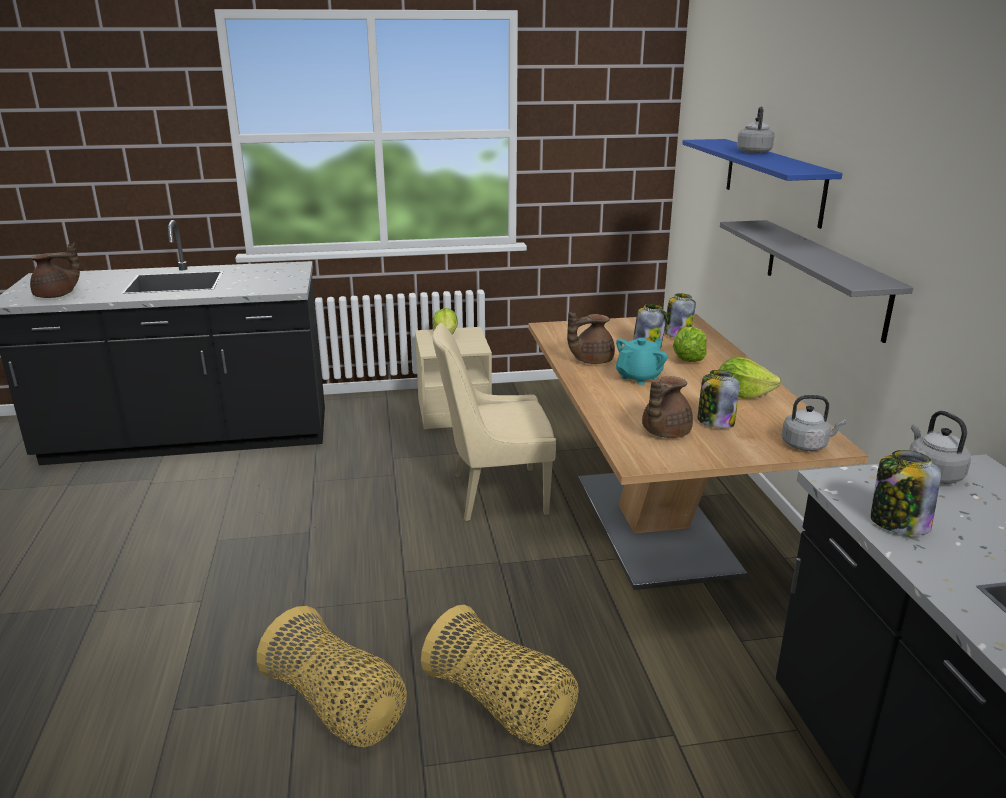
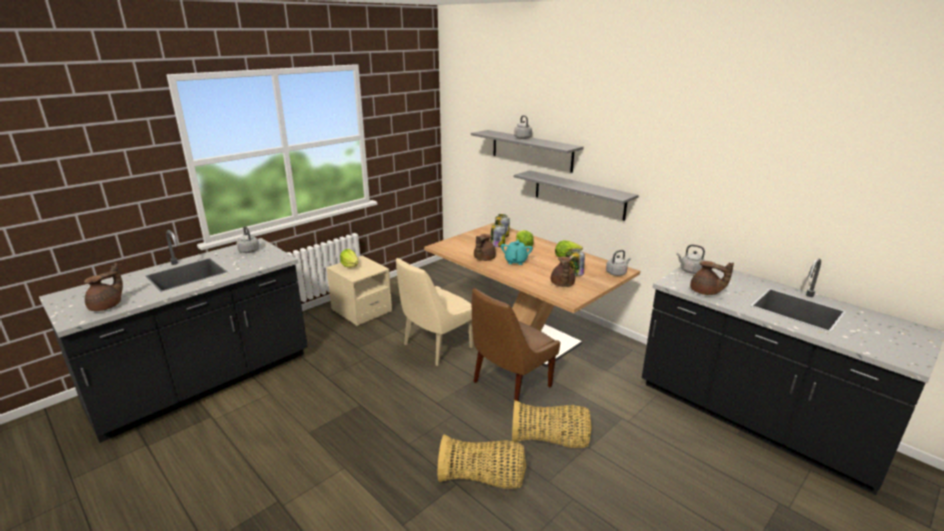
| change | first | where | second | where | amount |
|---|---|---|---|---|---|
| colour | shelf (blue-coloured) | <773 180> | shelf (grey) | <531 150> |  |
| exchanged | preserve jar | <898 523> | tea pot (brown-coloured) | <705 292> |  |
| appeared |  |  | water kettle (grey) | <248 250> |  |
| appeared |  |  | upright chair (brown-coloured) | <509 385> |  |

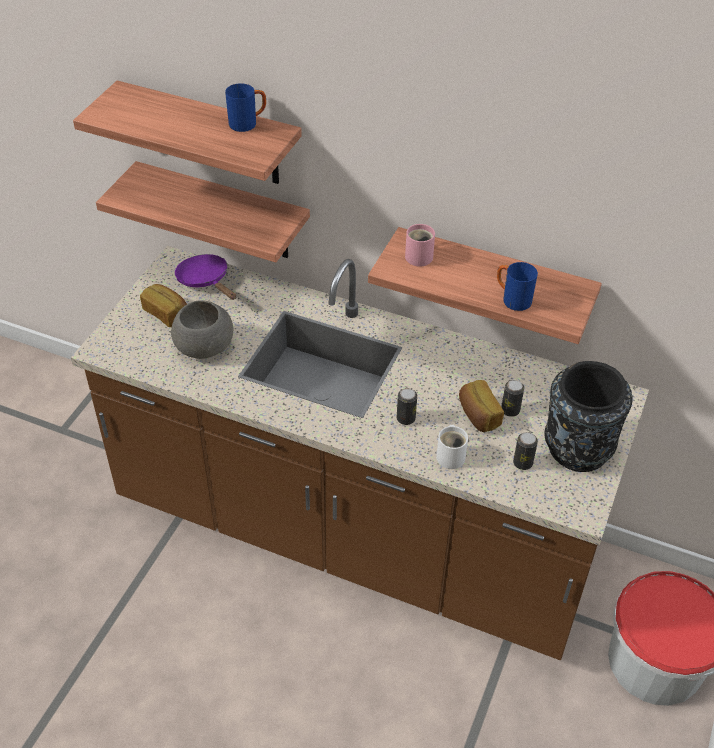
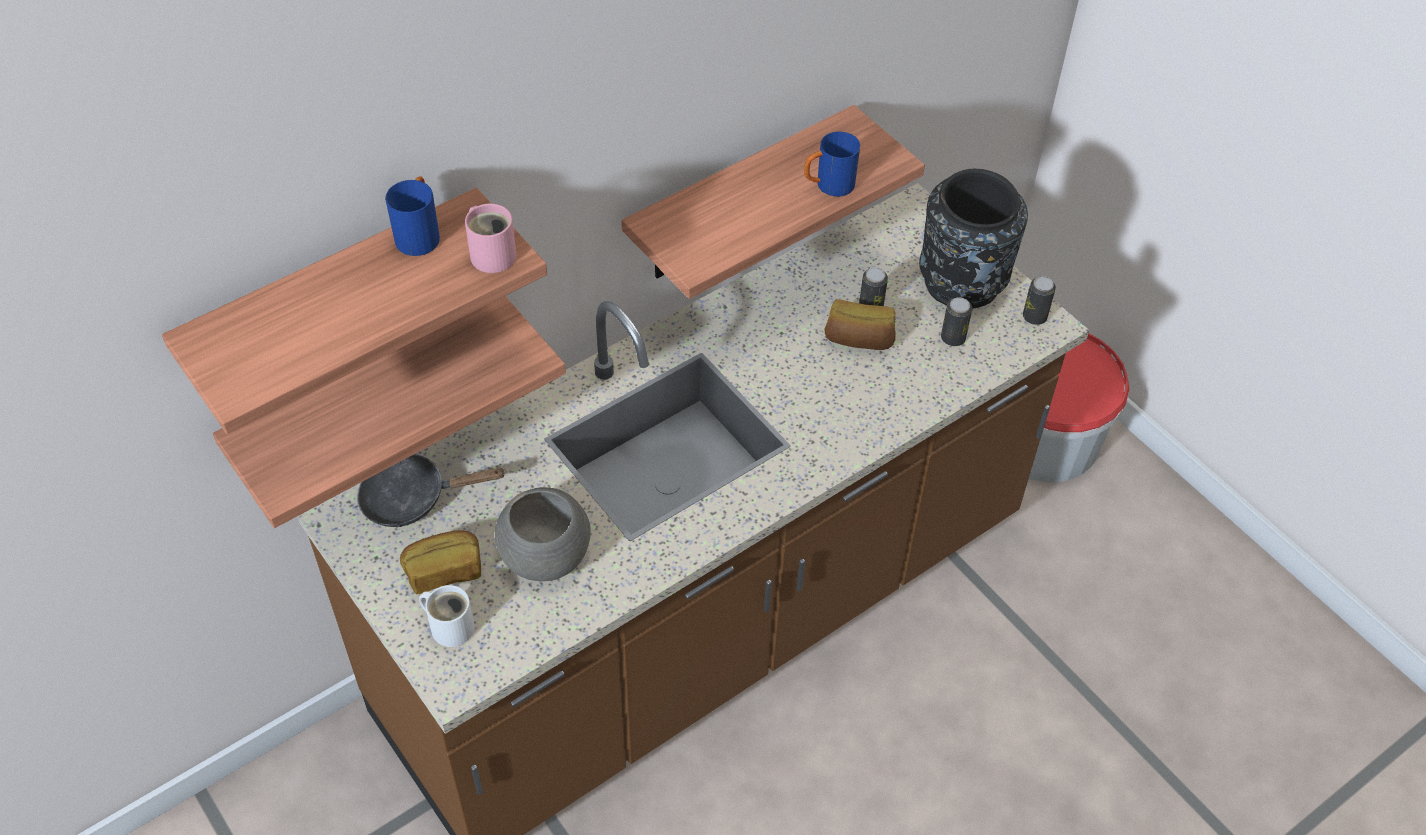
| change | first | where | second | where | amount |
|---|---|---|---|---|---|
| colour | skillet (purple-coloured) | <205 281> | skillet (black-coloured) | <413 498> |  |
| relocated | metal can | <405 418> |  | <1034 317> |  |
| relocated | tea mug (pink) | <421 256> |  | <492 253> |  |
| relocated | tea mug (white-coloured) | <451 455> |  | <450 625> |  |

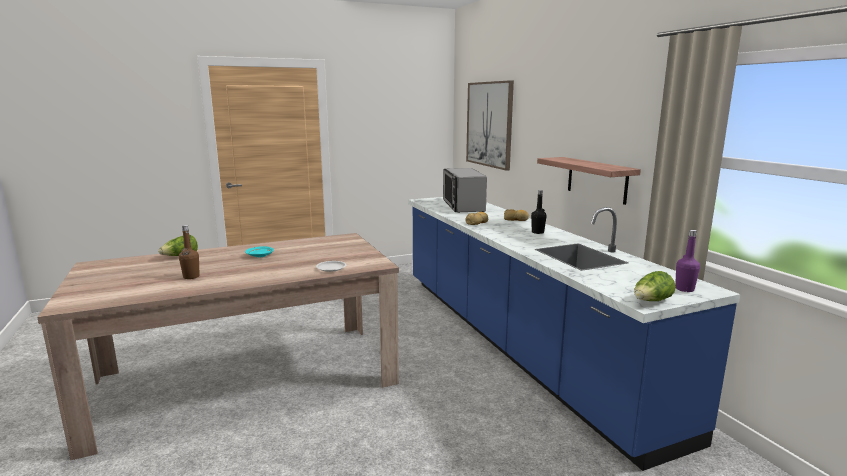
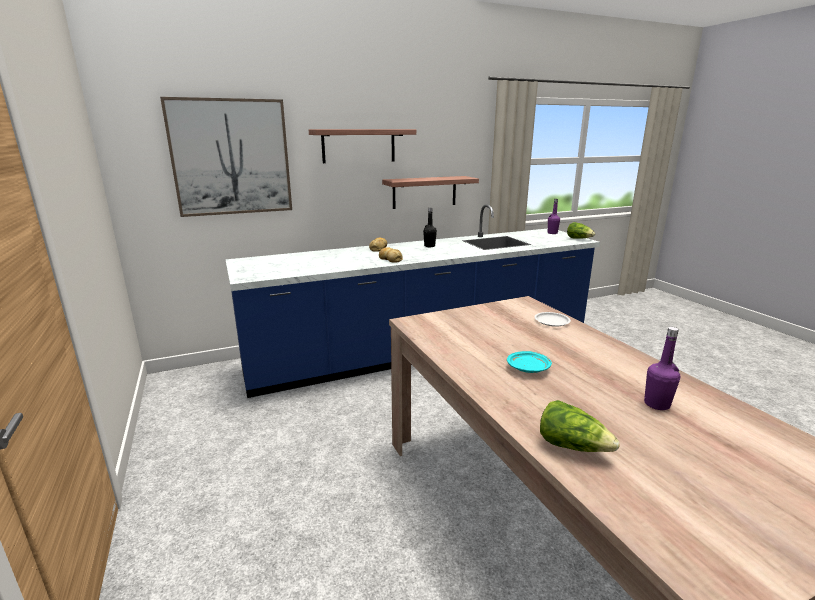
| change | first | where | second | where | amount |
|---|---|---|---|---|---|
| colour | beverage bottle (brown-coloured) | <191 277> | beverage bottle (purple-coloured) | <656 404> |  |
| missing | kitchen microwave | <463 206> |  |  |  |
| appeared |  |  | shelf | <358 146> |  |

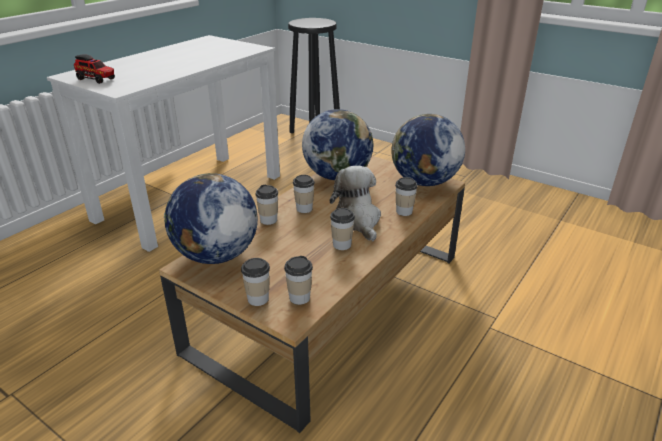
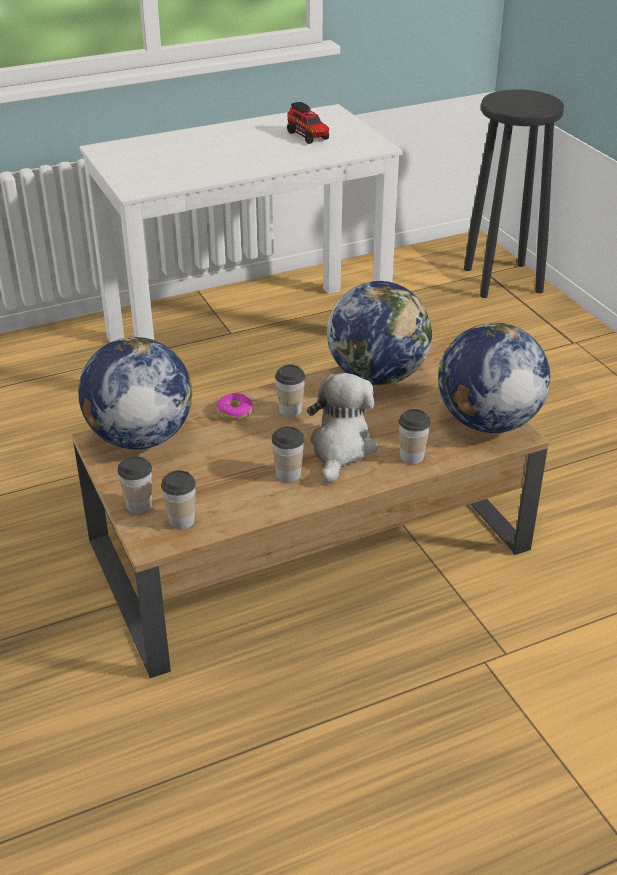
| change | first | where | second | where | amount |
|---|---|---|---|---|---|
| relocated | toy lorry | <97 79> |  | <308 136> |  |
| exchanged | small cup | <268 220> | donut | <234 412> |  |

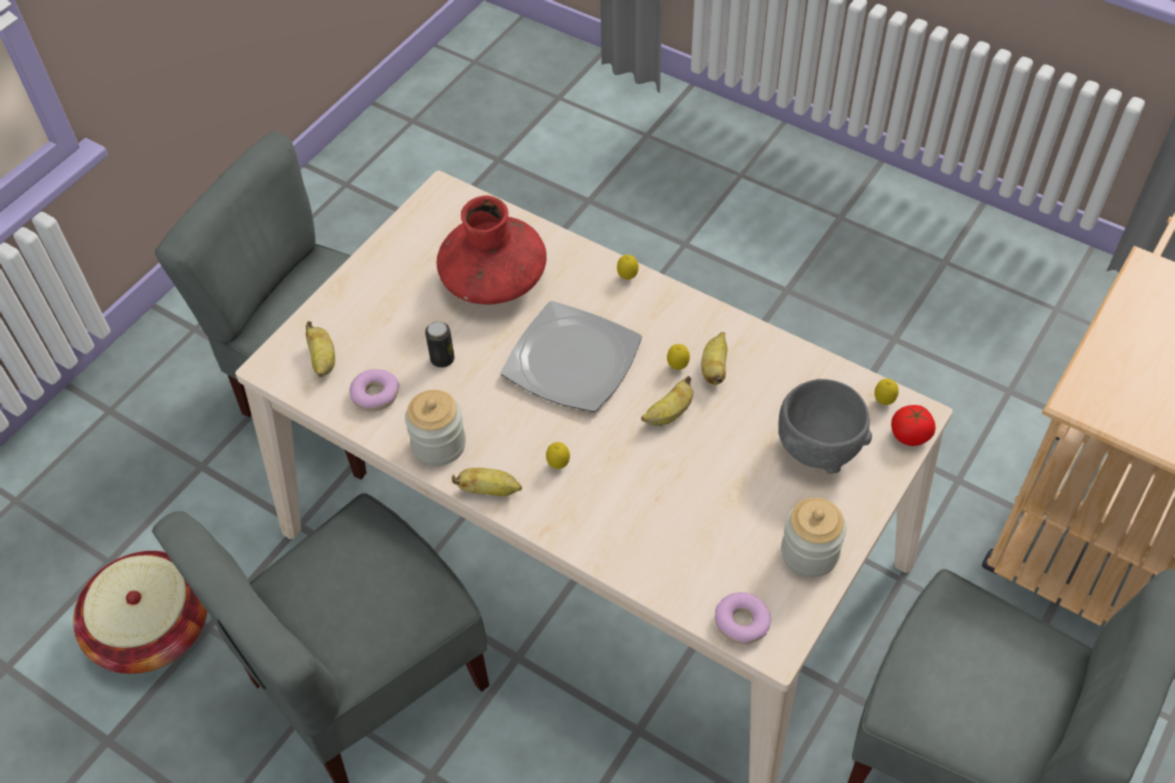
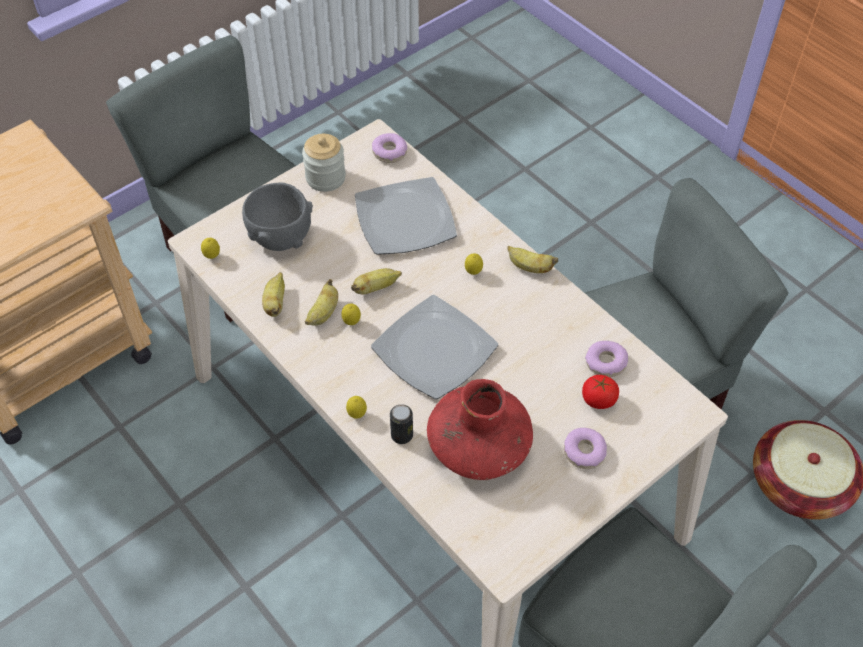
| change | first | where | second | where | amount |
|---|---|---|---|---|---|
| relocated | whole banana | <323 361> |  | <275 303> |  |
| missing | preserve jar | <439 444> |  |  |  |
| relocated | metal can | <442 359> |  | <402 435> |  |
| relocated | whole tomato | <909 435> |  | <598 400> |  |
| appeared |  |  | dinner plate | <406 220> |  |
| appeared |  |  | donut | <584 452> |  |

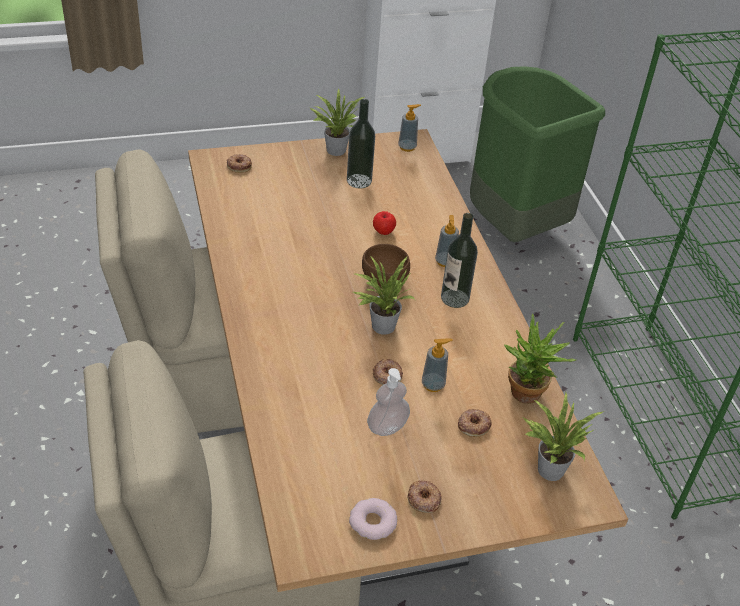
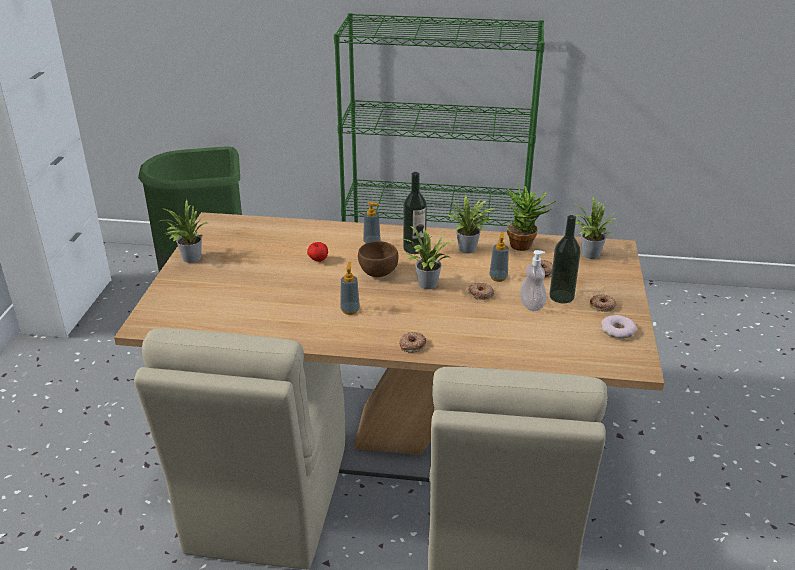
| change | first | where | second | where | amount |
|---|---|---|---|---|---|
| relocated | donut | <239 165> |  | <412 345> |  |
| relocated | beverage bottle | <359 181> |  | <561 296> |  |
| relocated | soap dispenser | <407 147> |  | <350 310> |  |
| appeared |  |  | plant in a pot | <469 249> |  |

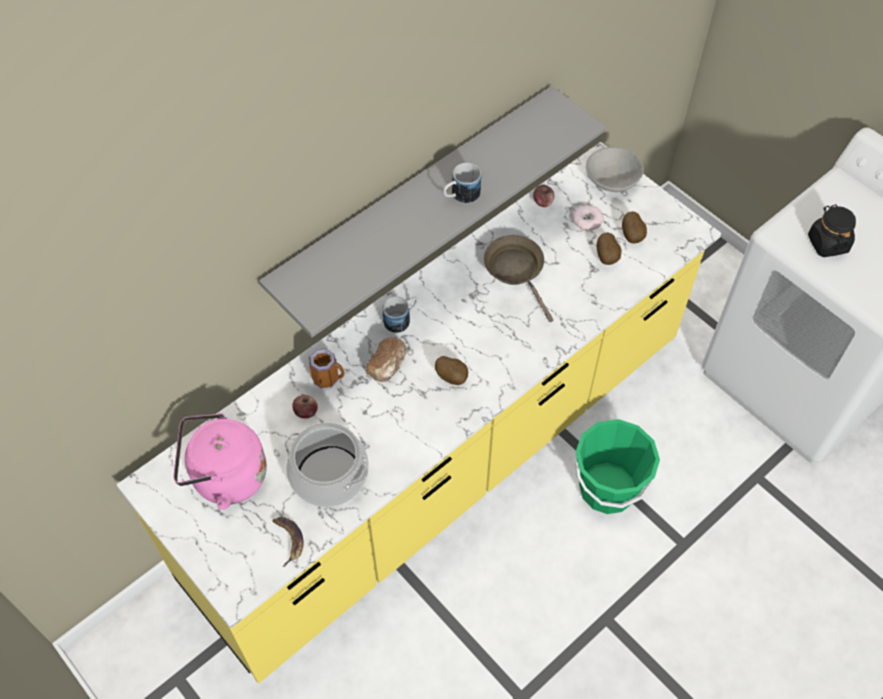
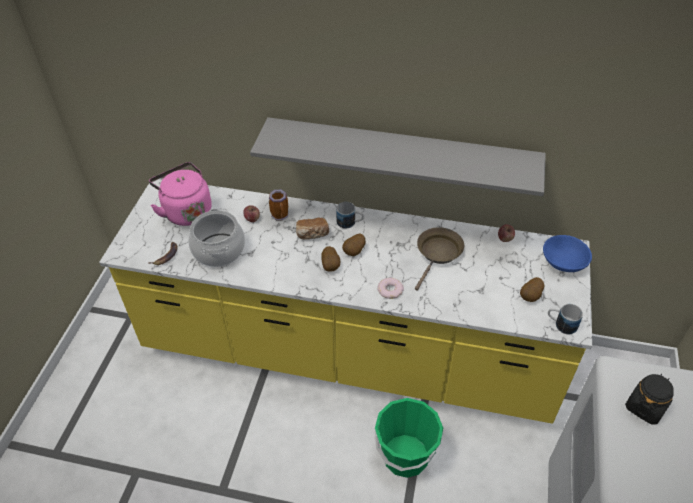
| change | first | where | second | where | amount |
|---|---|---|---|---|---|
| relocated | tea mug | <460 196> |  | <561 324> |  |
| relocated | donut | <587 220> |  | <390 290> |  |
| colour | serving bowl (grey) | <612 181> | serving bowl (blue-coloured) | <563 263> |  |
| relocated | potato | <607 257> |  | <354 252> |  |

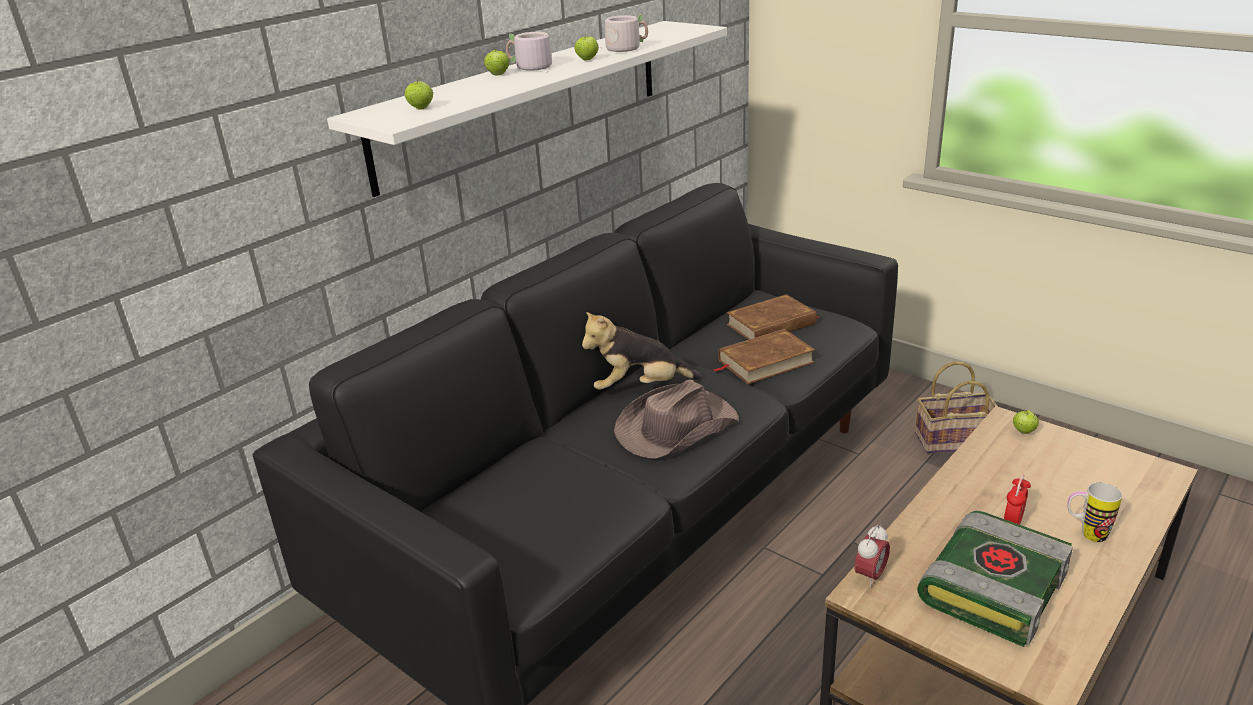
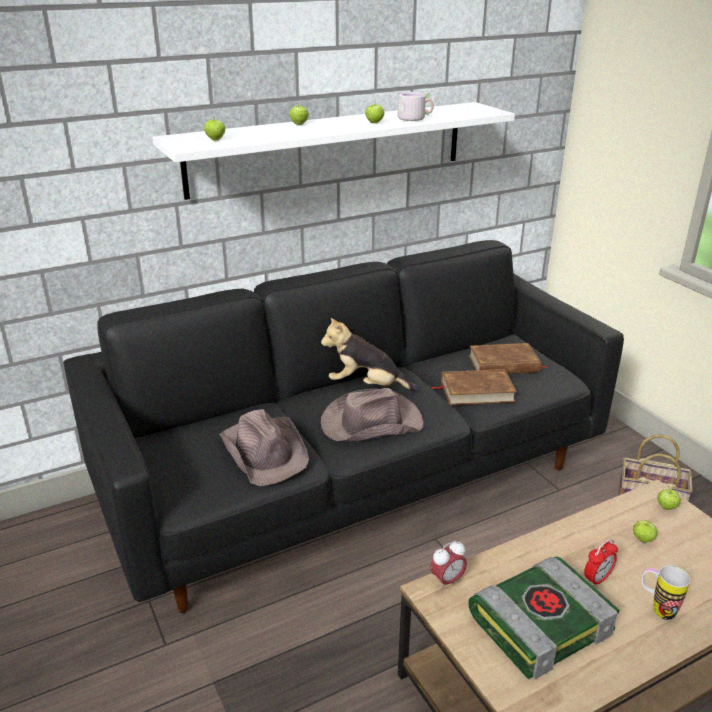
| change | first | where | second | where | amount |
|---|---|---|---|---|---|
| missing | tea mug (grey) | <529 68> |  |  |  |
| appeared |  |  | clothing hat (brown-coloured) | <265 451> |  |
| appeared |  |  | apple fruit | <642 539> |  |

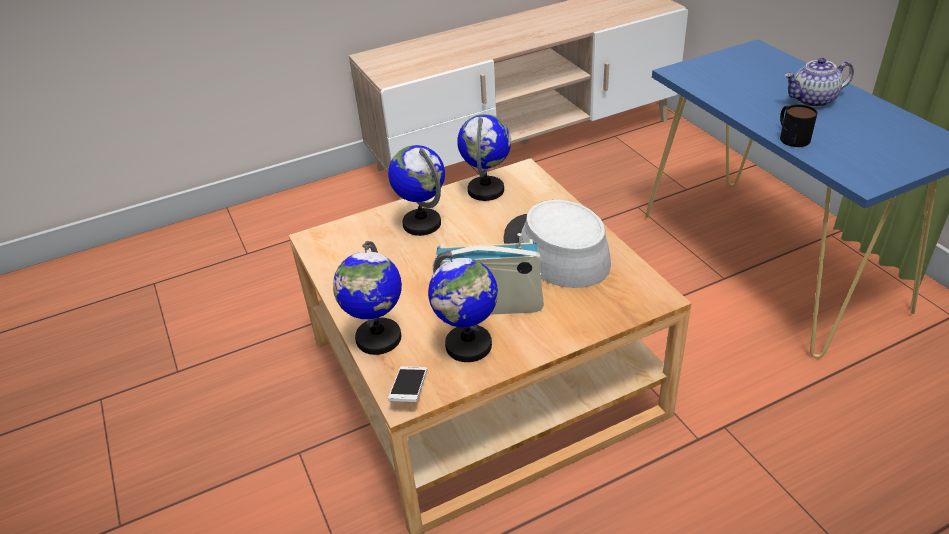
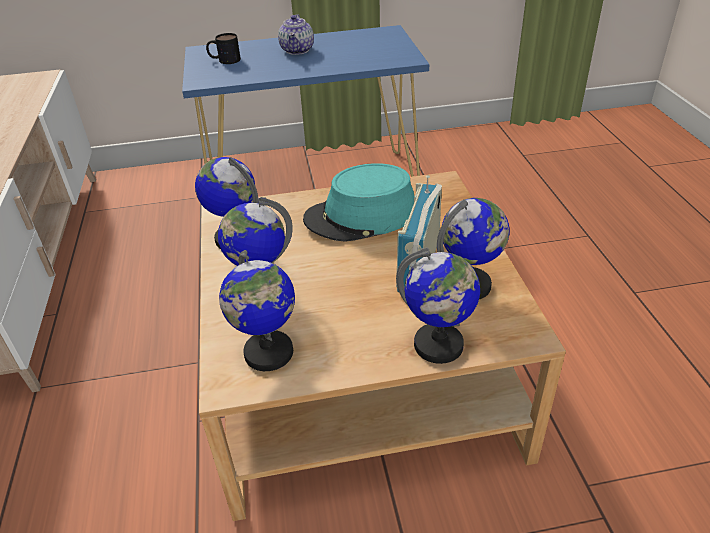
| change | first | where | second | where | amount |
|---|---|---|---|---|---|
| missing | telephone | <409 390> |  |  |  |
| colour | clothing hat (grey) | <555 252> | clothing hat (blue-green) | <361 216> |  |
| relocated | tea mug | <790 136> |  | <224 60> |  |
| appeared |  |  | world globe | <268 353> |  |

